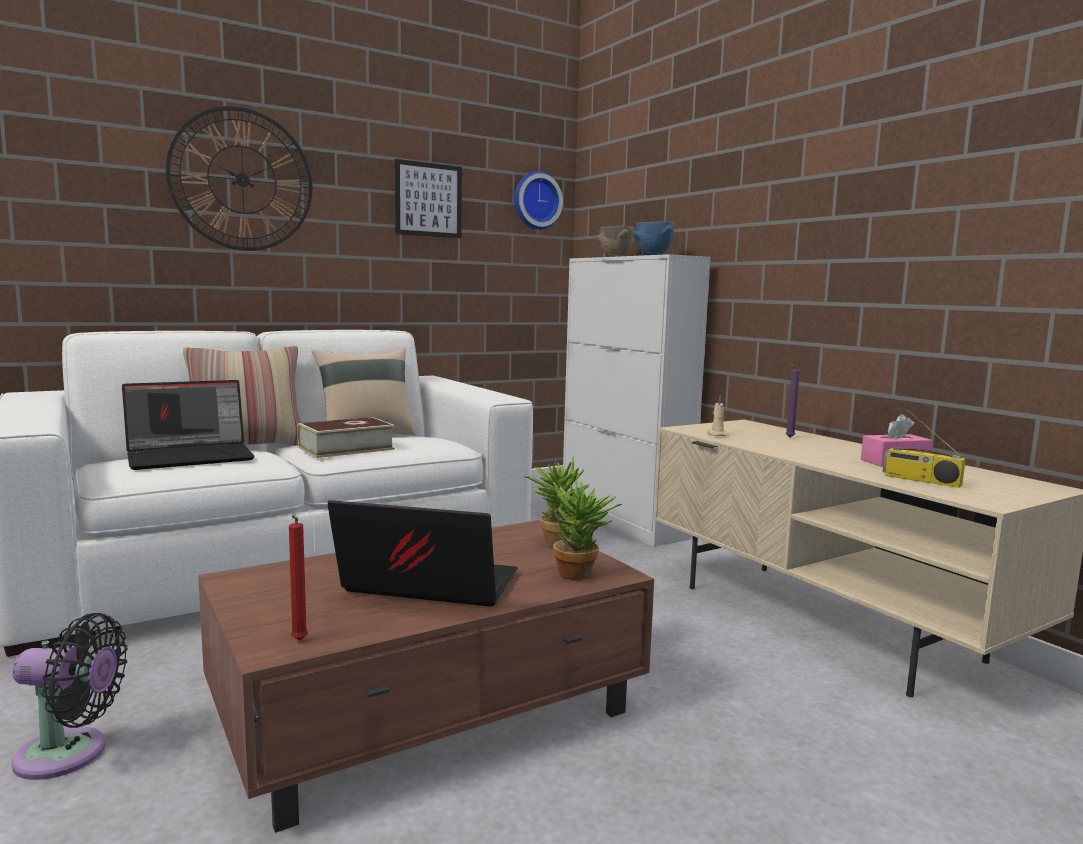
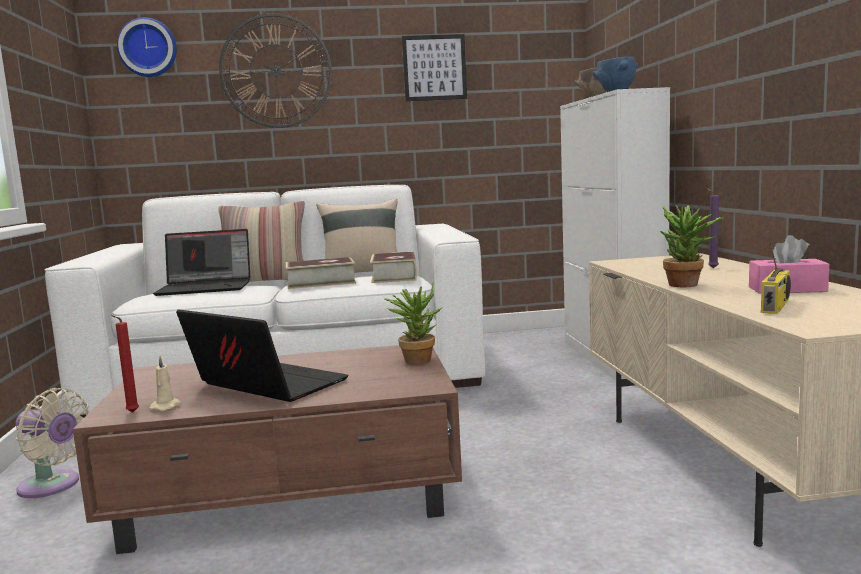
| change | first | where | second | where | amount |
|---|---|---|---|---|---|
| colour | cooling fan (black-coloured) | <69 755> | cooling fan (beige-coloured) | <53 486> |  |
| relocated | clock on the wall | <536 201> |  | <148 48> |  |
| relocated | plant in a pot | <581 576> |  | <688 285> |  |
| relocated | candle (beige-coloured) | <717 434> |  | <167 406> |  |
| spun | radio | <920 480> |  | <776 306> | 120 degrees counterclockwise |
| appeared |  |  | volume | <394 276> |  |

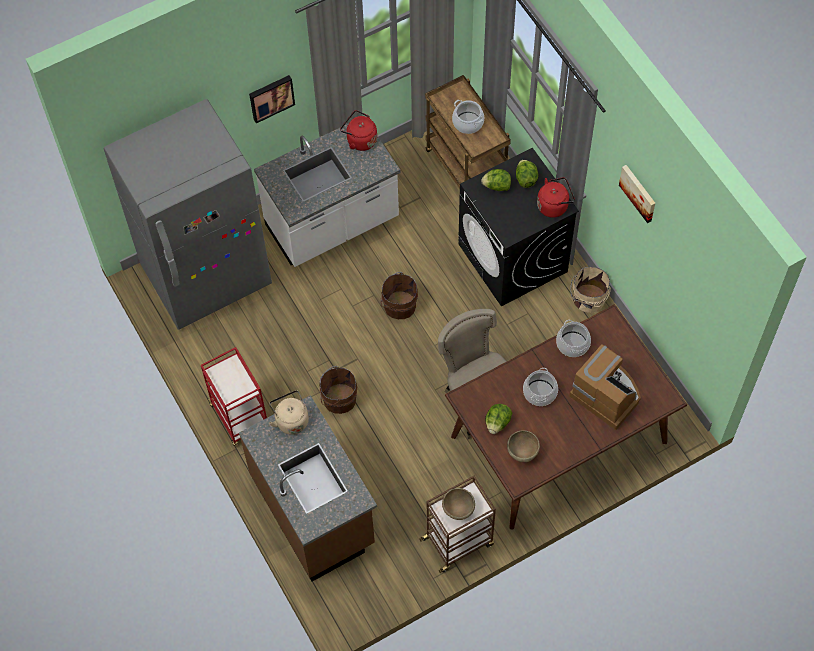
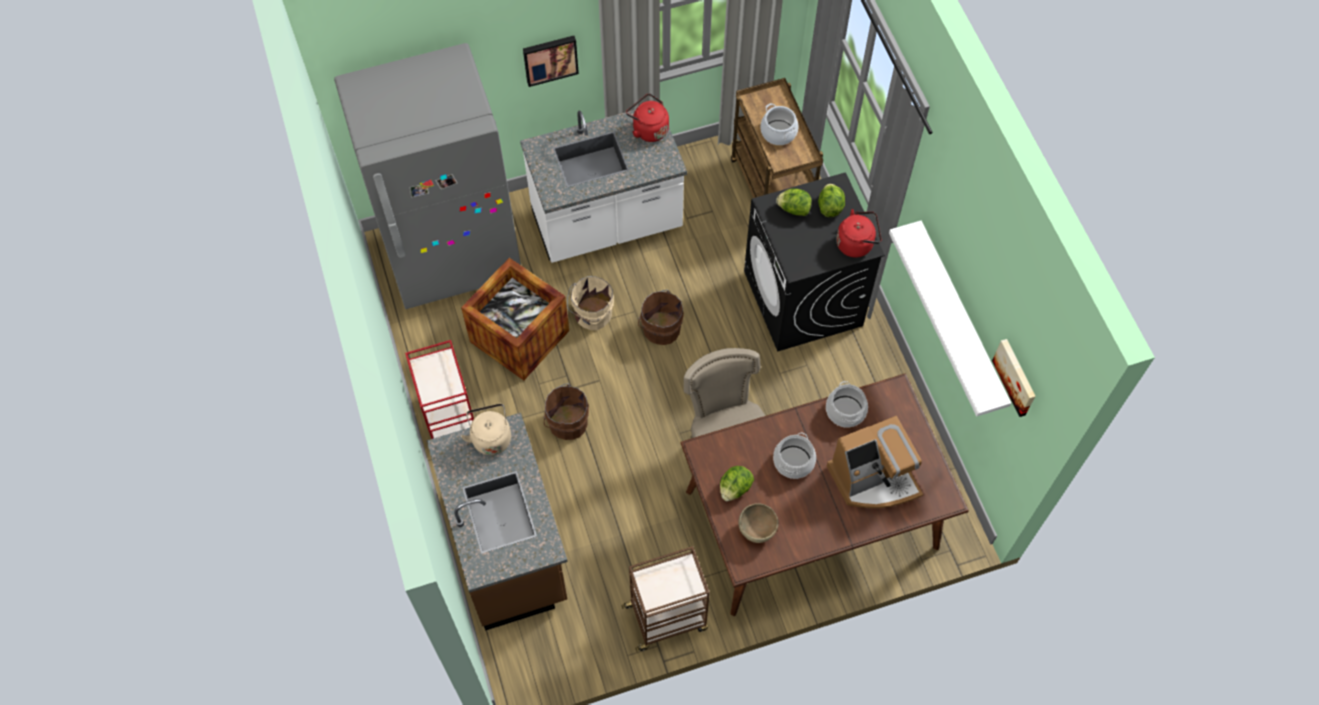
| change | first | where | second | where | amount |
|---|---|---|---|---|---|
| missing | serving bowl (brown-coloured) | <458 510> |  |  |  |
| spun | coffee maker | <606 394> |  | <873 479> | 105 degrees clockwise |
| relocated | water bucket (beige-coloured) | <588 299> |  | <592 315> |  |
| relocated | picture | <638 192> |  | <1016 377> |  |
| appeared |  |  | crate | <519 336> |  |
| appeared |  |  | shelf (white-coloured) | <961 318> |  |

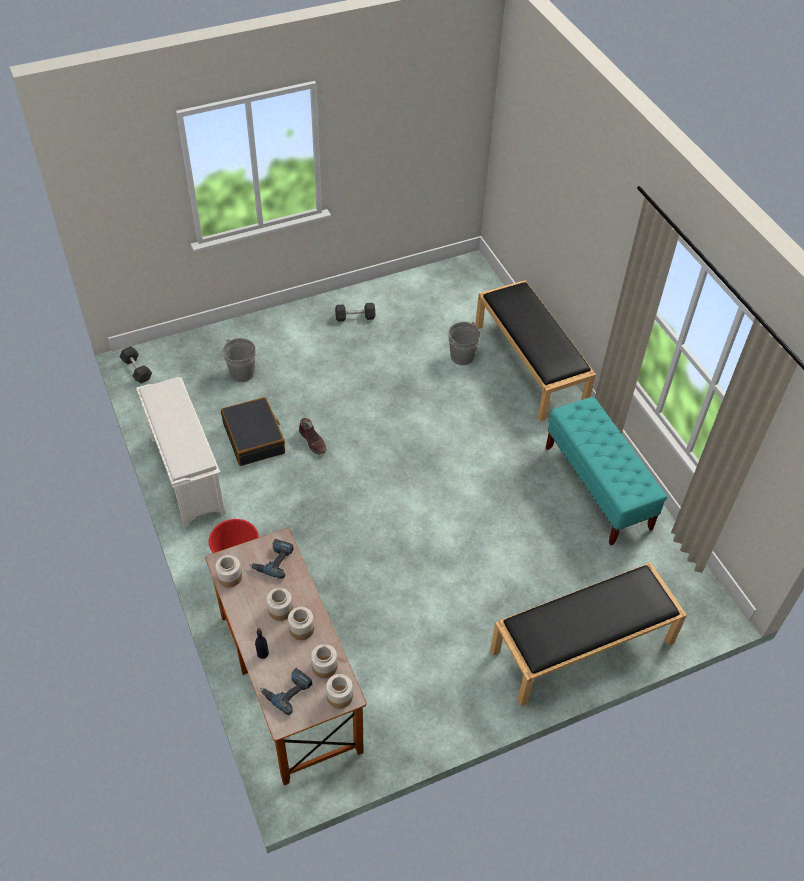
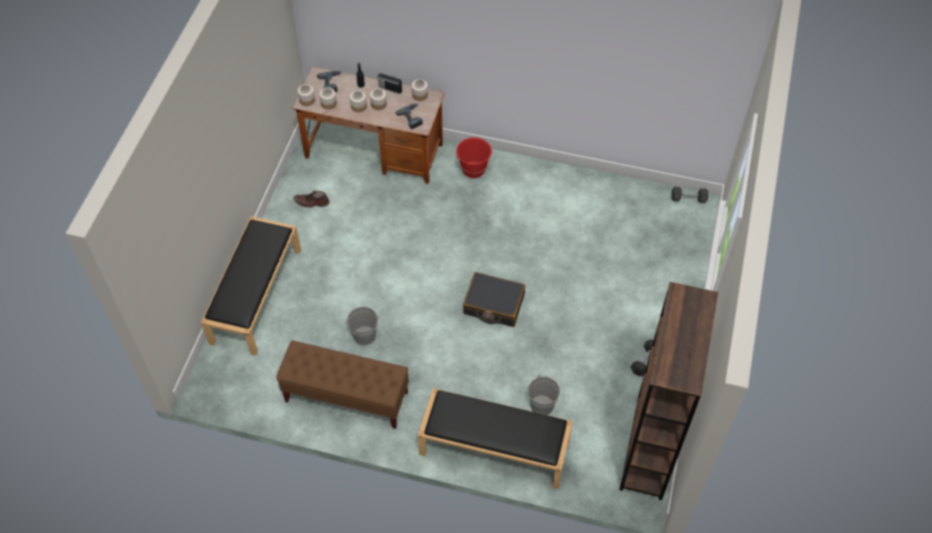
| change | first | where | second | where | amount |
|---|---|---|---|---|---|
| missing | shoe shelf (white-coloured) | <186 474> |  |  |  |
| relocated | piece of luggage (black-coloured) | <254 438> |  | <493 305> |  |
| relocated | water bucket (grey) | <242 373> |  | <364 335> |  |
| relocated | high-top boot (brown-coloured) | <313 441> |  | <311 202> |  |
| colour | bench (blue-green) | <597 488> | bench (brown-coloured) | <346 397> |  |
| appeared |  |  | radio | <390 89> |  |
| appeared |  |  | shelving unit (brown-coloured) | <649 449> |  |

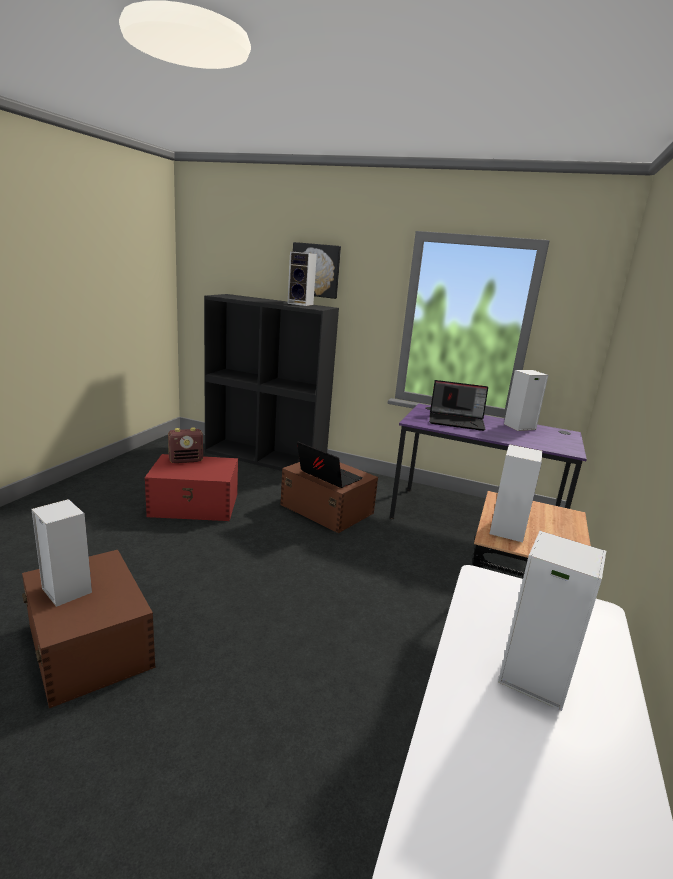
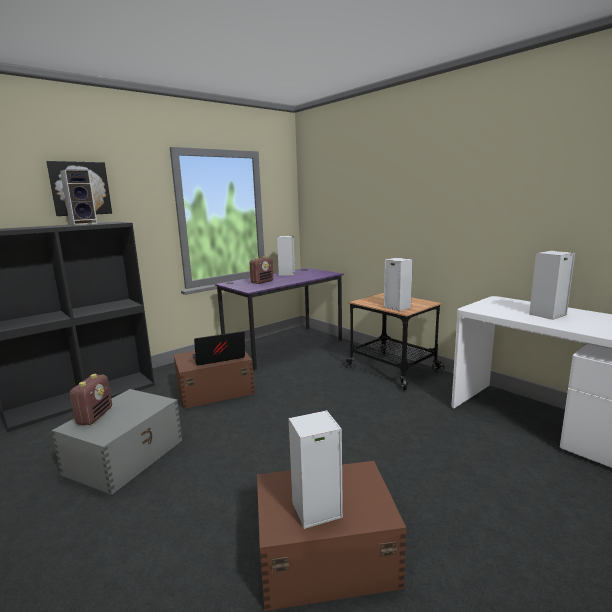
| change | first | where | second | where | amount |
|---|---|---|---|---|---|
| colour | storage box (red-coloured) | <195 505> | storage box (grey) | <126 456> |  |
| exchanged | notebook computer | <457 421> | radio | <262 282> |  |

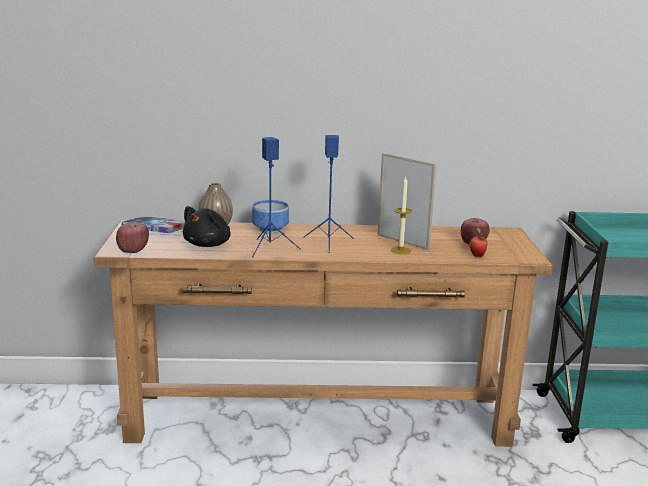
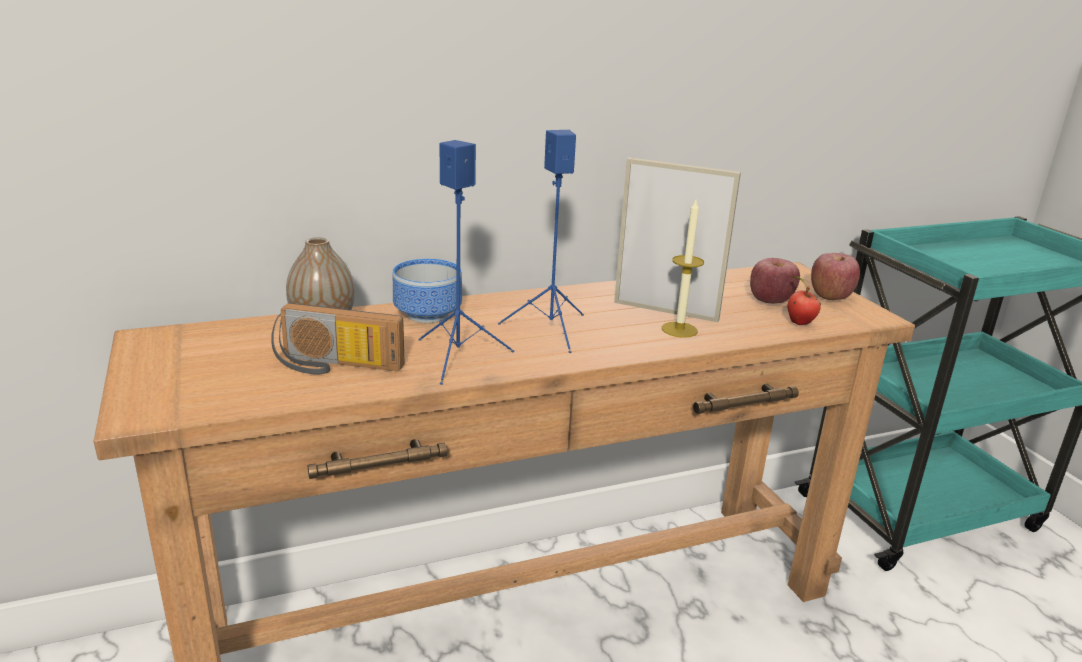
| change | first | where | second | where | amount |
|---|---|---|---|---|---|
| relocated | apple fruit | <133 250> |  | <830 296> |  |
| missing | volume | <155 230> |  |  |  |
| exchanged | plush toy (black-coloured) | <209 244> | radio | <335 366> |  |

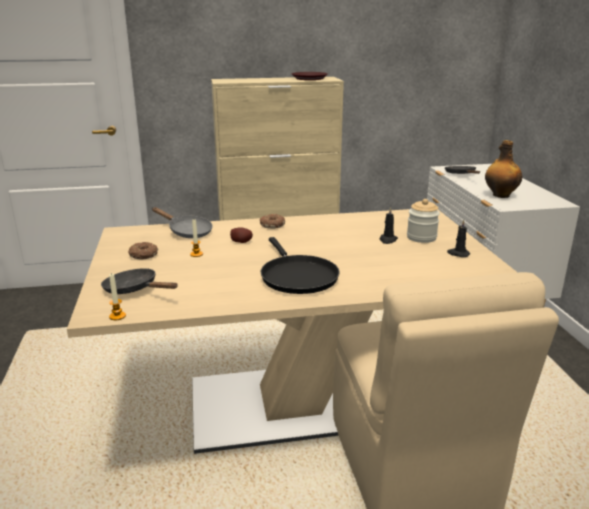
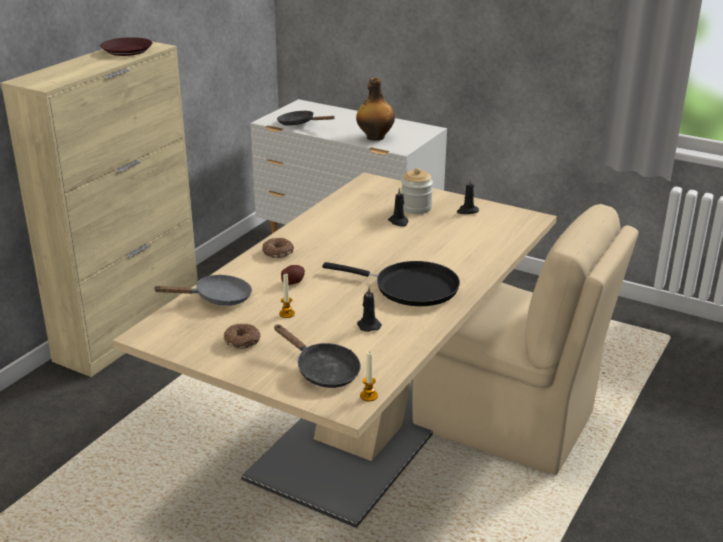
| change | first | where | second | where | amount |
|---|---|---|---|---|---|
| spun | skillet (black-coloured) | <135 290> |  | <323 371> | 120 degrees counterclockwise |
| appeared |  |  | candle (black-coloured) | <368 325> |  |

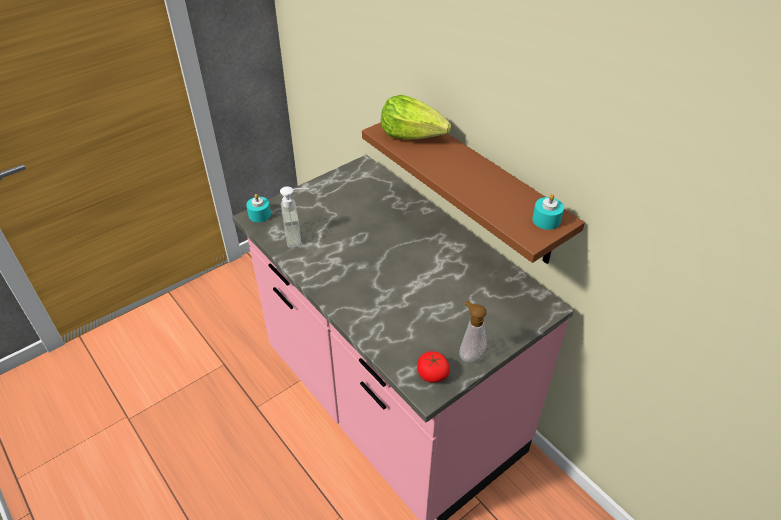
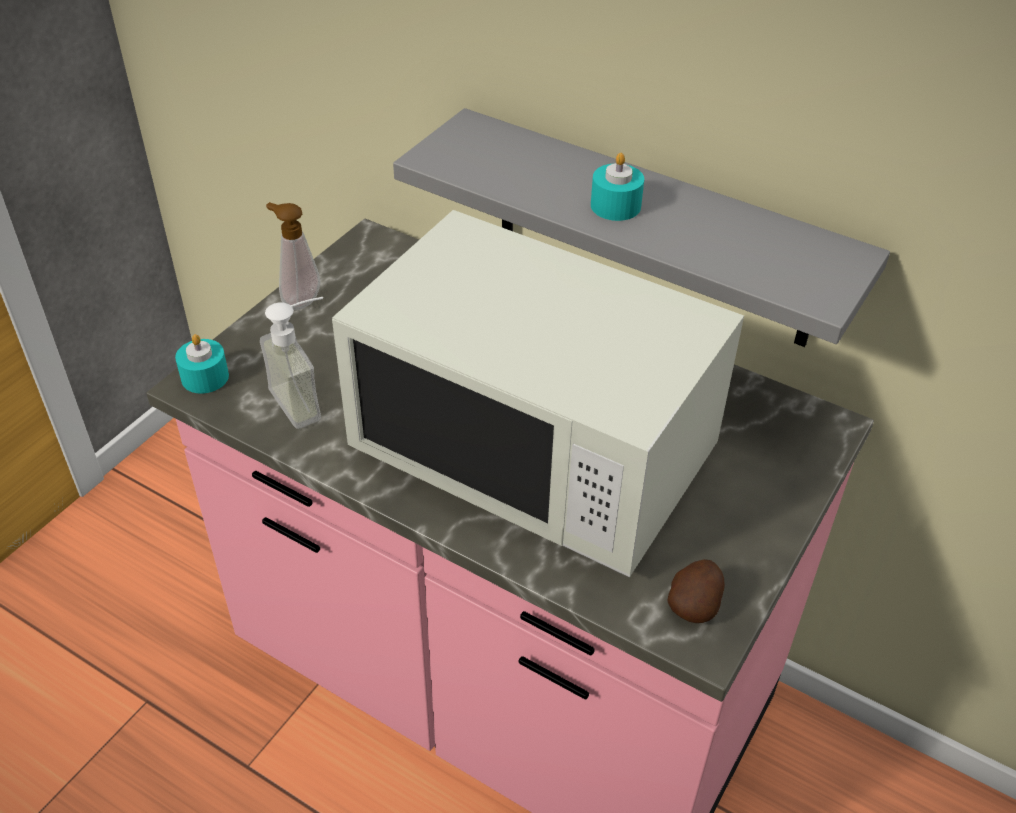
| change | first | where | second | where | amount |
|---|---|---|---|---|---|
| colour | shelf (brown-coloured) | <485 188> | shelf (grey) | <653 231> |  |
| missing | lettuce head | <413 135> |  |  |  |
| exchanged | whole tomato | <432 374> | potato | <695 604> |  |
| relocated | soap dispenser | <470 354> |  | <299 300> |  |
| relocated | candle (blue-green) | <546 220> |  | <615 206> |  |
| appeared |  |  | kitchen microwave (white-coloured) | <535 454> |  |

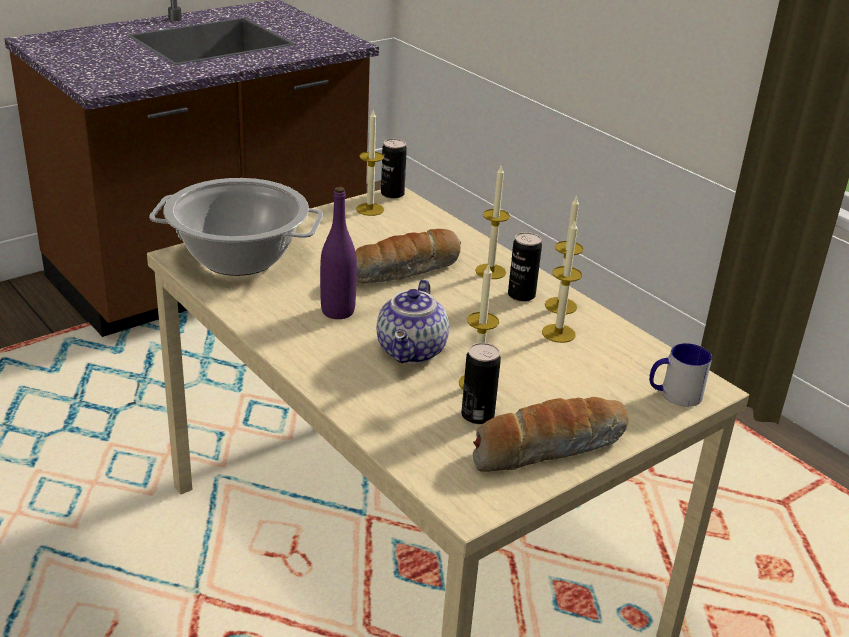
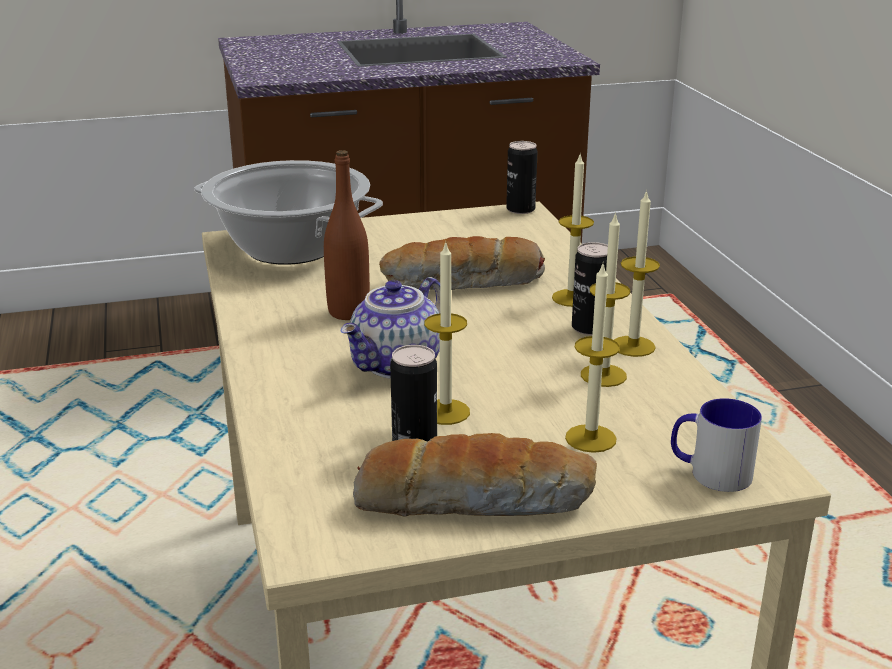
| change | first | where | second | where | amount |
|---|---|---|---|---|---|
| colour | beverage bottle (purple-coloured) | <338 311> | beverage bottle (brown-coloured) | <348 312> |  |
| relocated | candle | <370 209> |  | <590 438> |  |

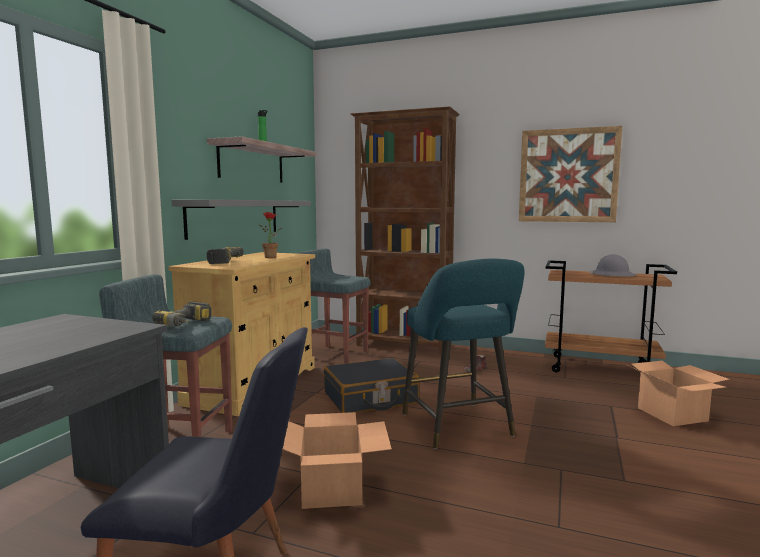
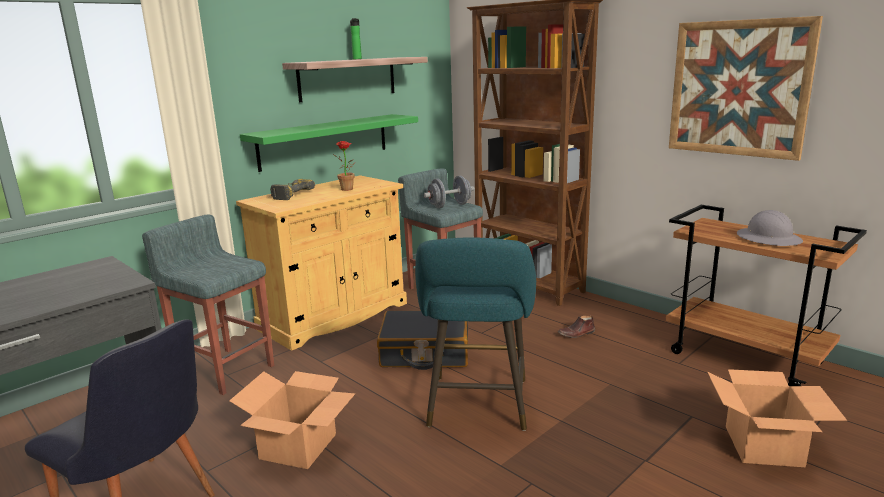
| change | first | where | second | where | amount |
|---|---|---|---|---|---|
| missing | drill | <188 325> |  |  |  |
| colour | shelf (grey) | <235 217> | shelf (green-coloured) | <324 141> |  |
| appeared |  |  | hand weight (grey) | <449 206> |  |

